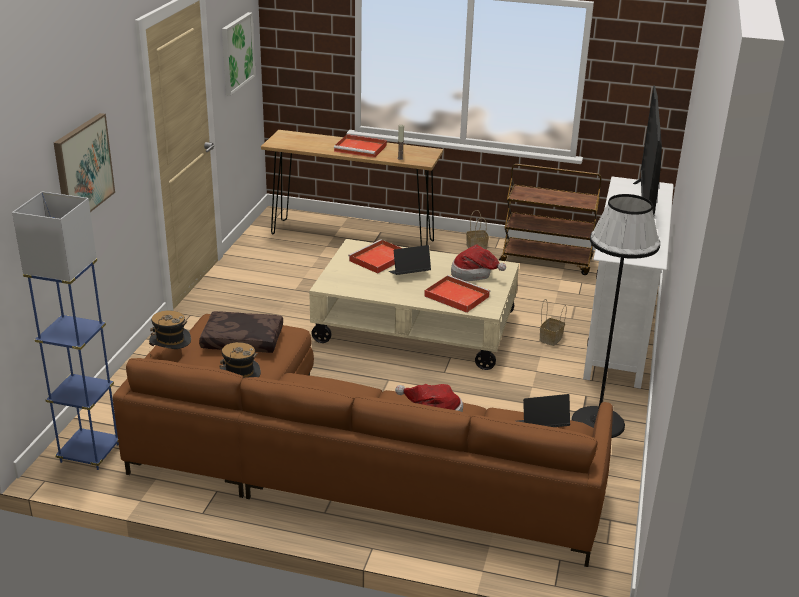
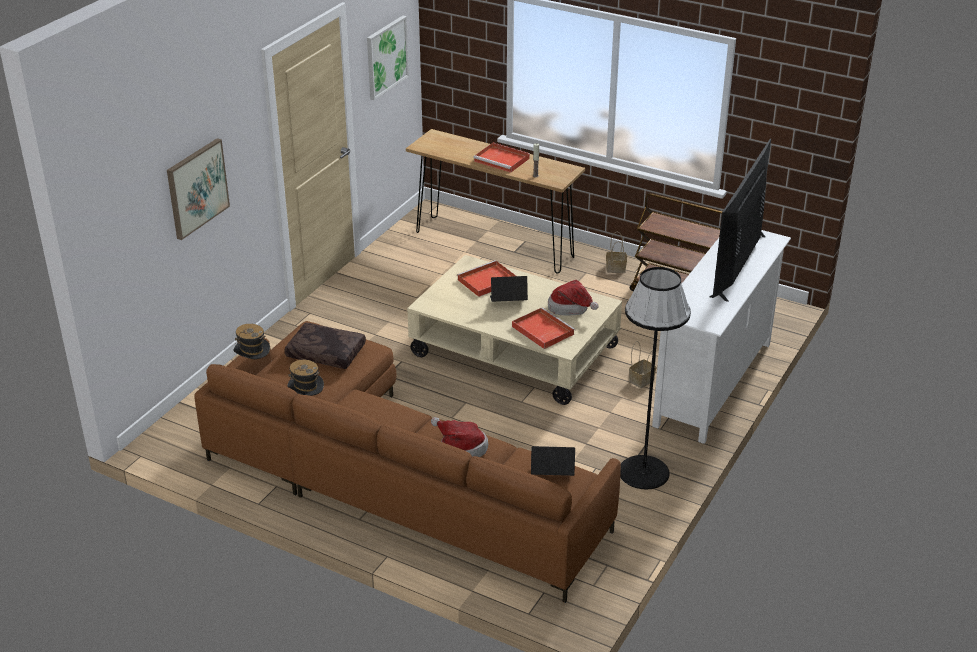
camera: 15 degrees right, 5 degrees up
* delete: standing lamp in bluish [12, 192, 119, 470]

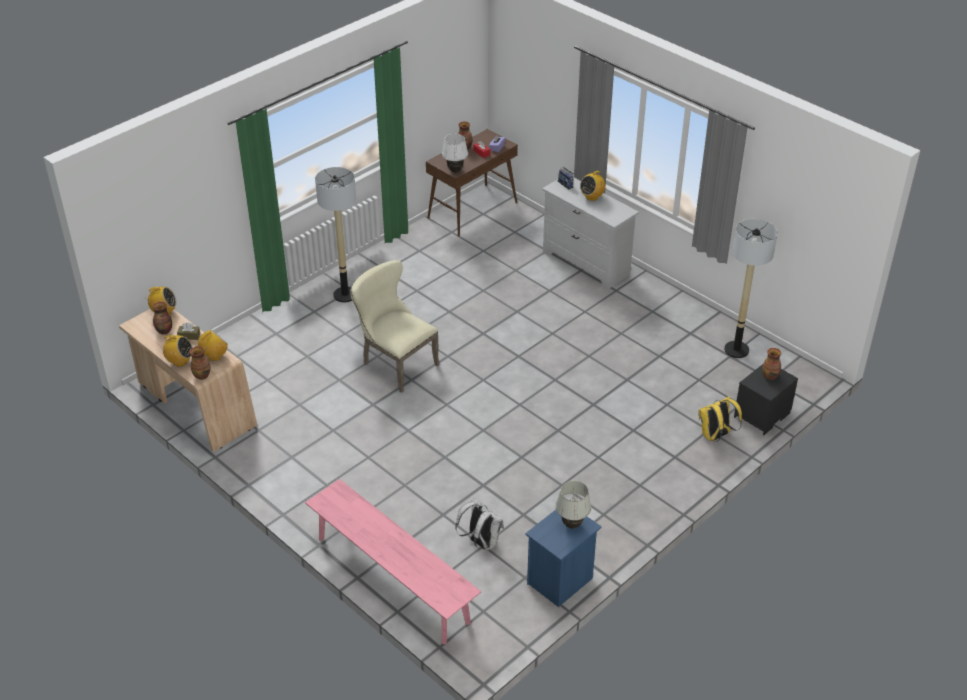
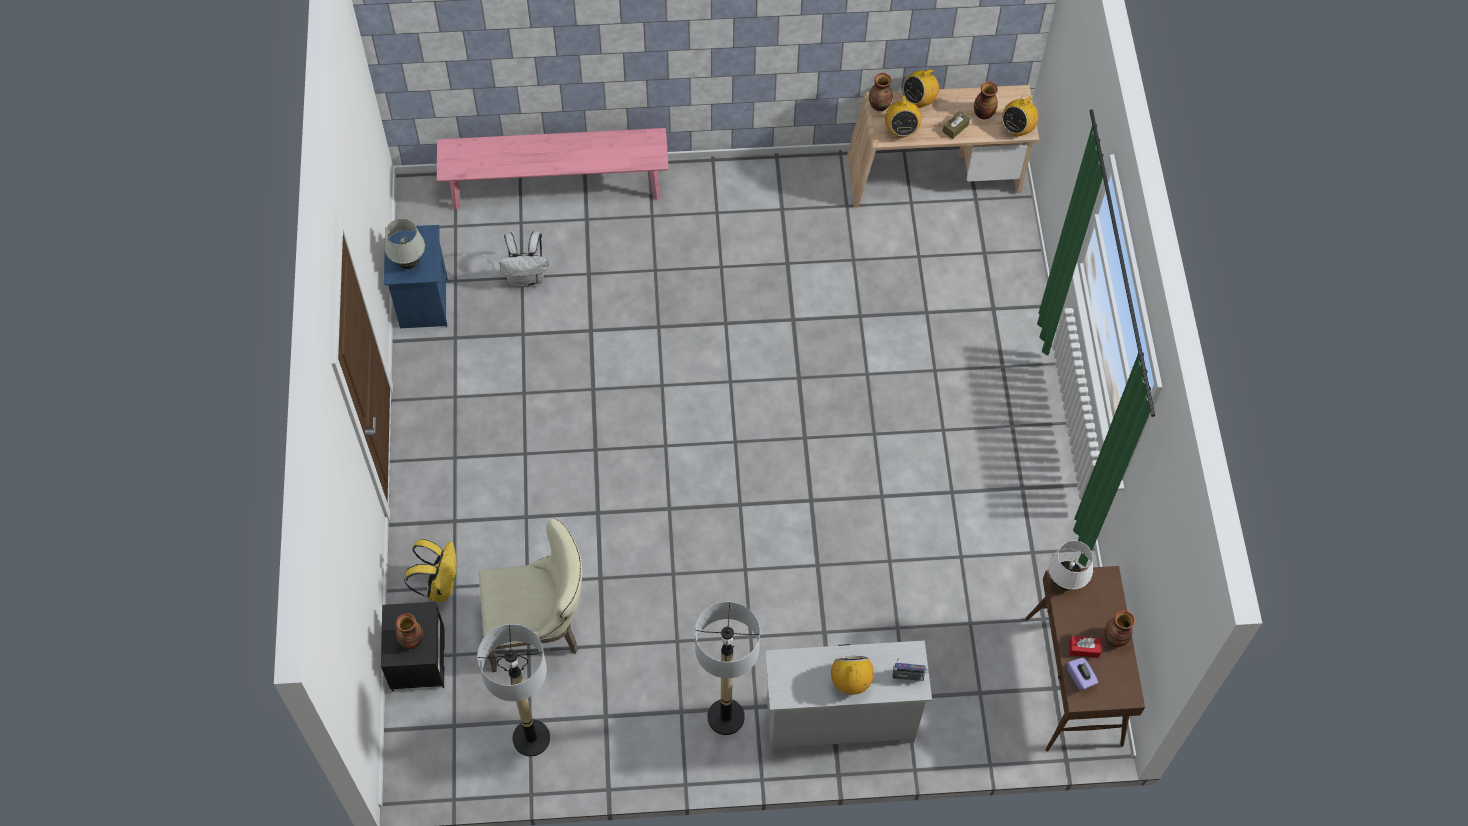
camera: 130 degrees right, 20 degrees up
* move: standing lamp [315, 167, 356, 302] to [695, 602, 760, 735]
* move: plain chair in beige [350, 260, 439, 393] to [478, 518, 582, 672]

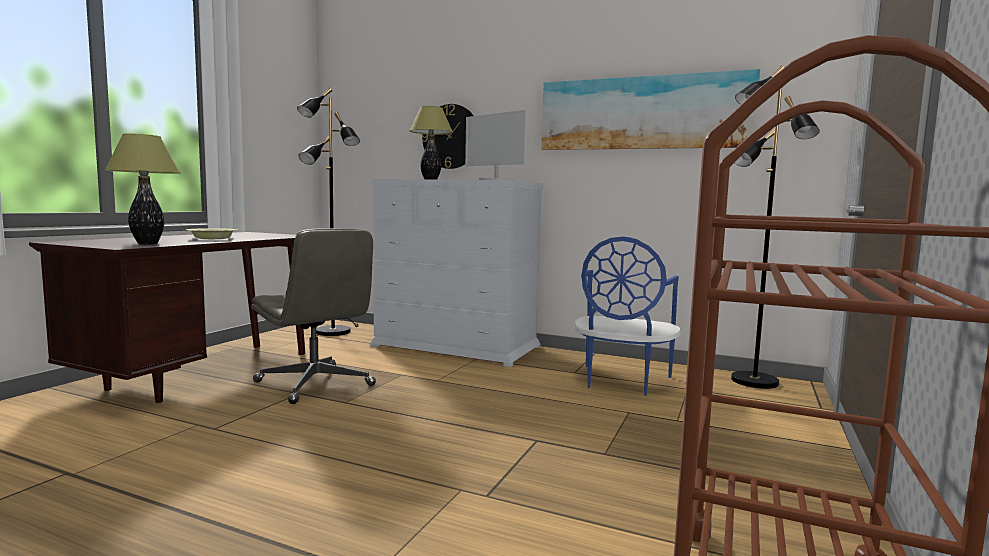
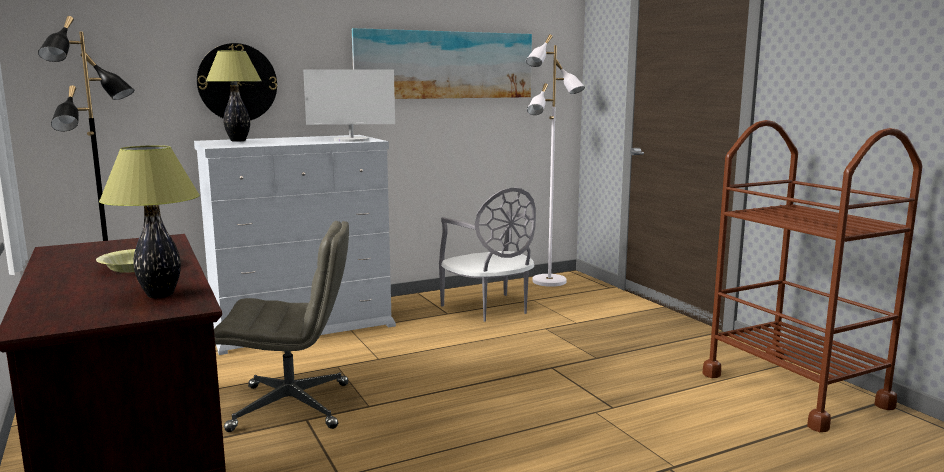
camera: 50 degrees left, 5 degrees up
* recolor: plain chair in bluish [573, 237, 681, 396] to plain chair in greyish [439, 188, 536, 322]
* recolor: standing lamp in black [731, 65, 820, 389] to standing lamp in white-coloured [526, 34, 585, 287]

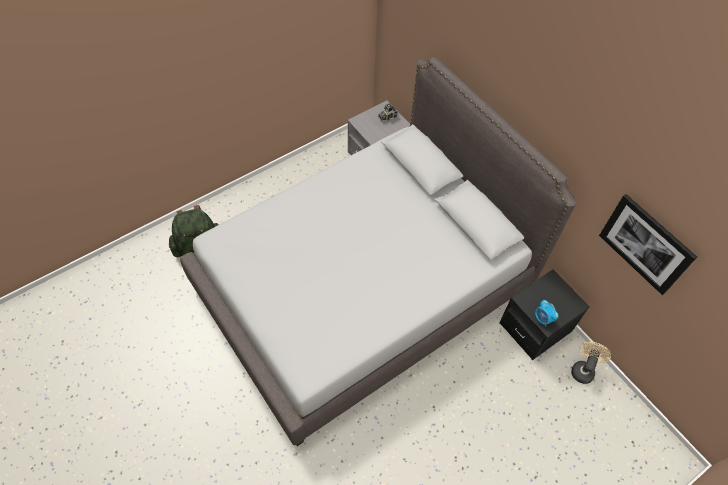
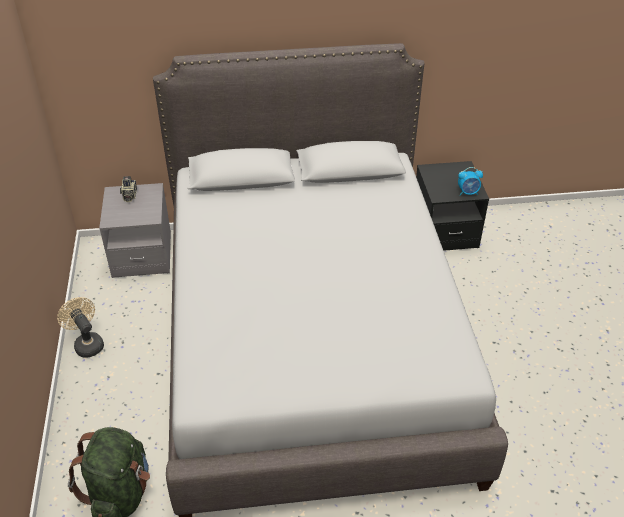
camera: 60 degrees left, 15 degrees down
* move: electric fan in beige [571, 342, 611, 384] to [57, 297, 104, 358]
* delete: picture [599, 194, 697, 295]

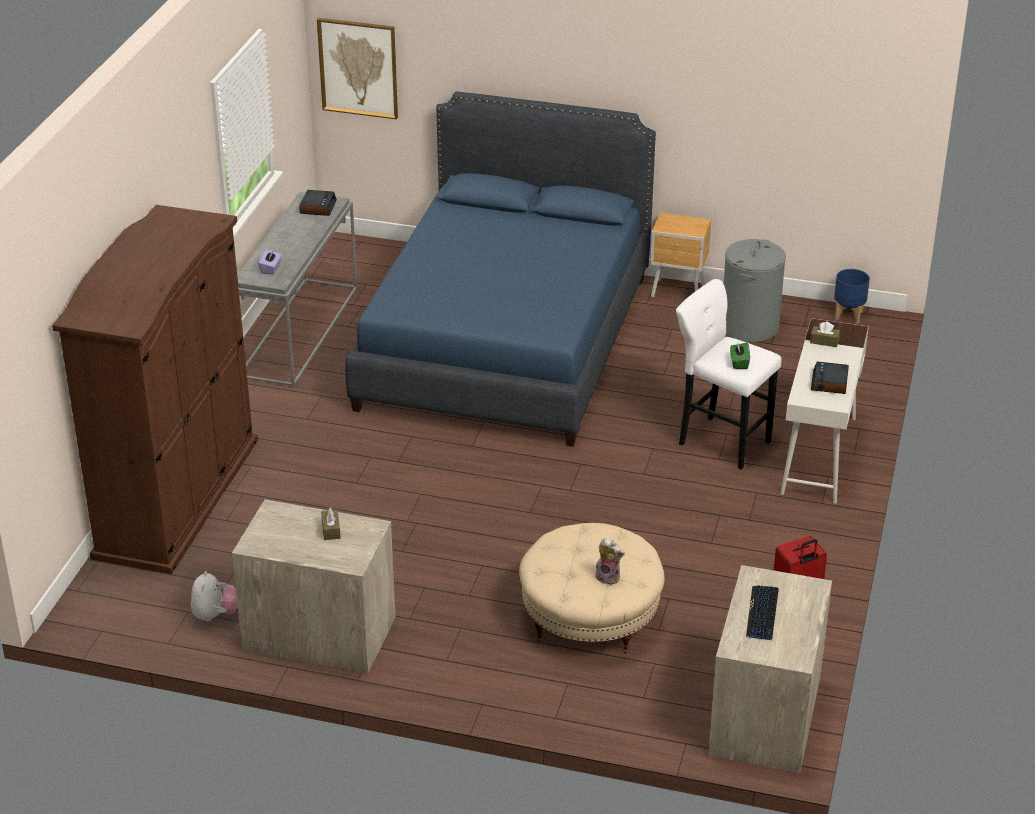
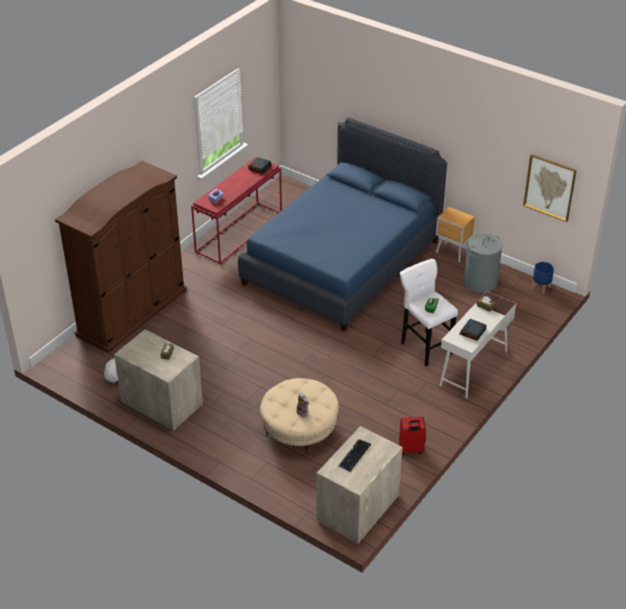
camera: 20 degrees right, 5 degrees up
* recolor: hall table in greyish [237, 192, 358, 388] to hall table in reddish [191, 157, 282, 264]
* move: picture [317, 18, 398, 119] to [523, 154, 577, 222]

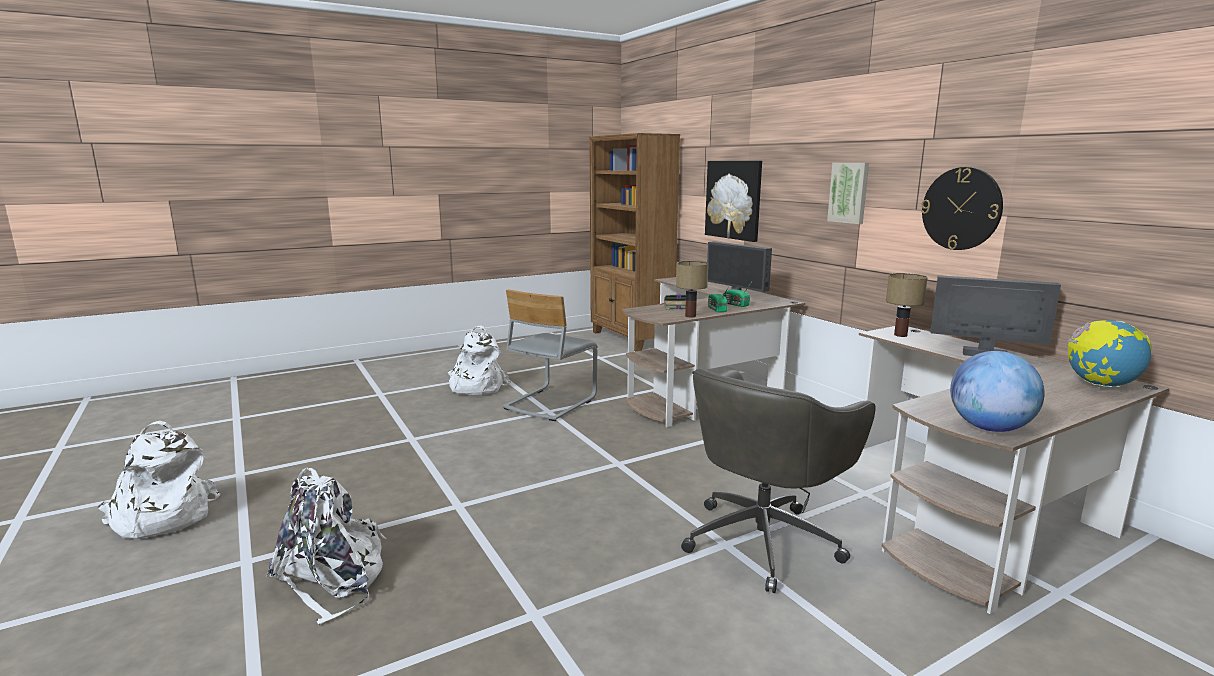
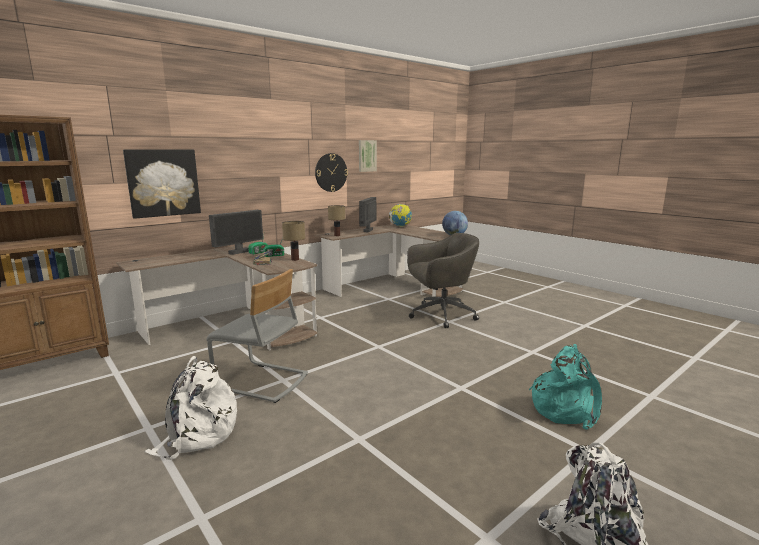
camera: 100 degrees left, 0 degrees up
* recolor: knapsack in white-coloured [267, 468, 386, 624] to knapsack in turquoise [529, 344, 602, 430]
* rotate: desk chair in greyish [681, 369, 876, 593] = [407, 233, 479, 328] 45 degrees counterclockwise
* move: picture [827, 163, 869, 224] to [359, 140, 377, 172]

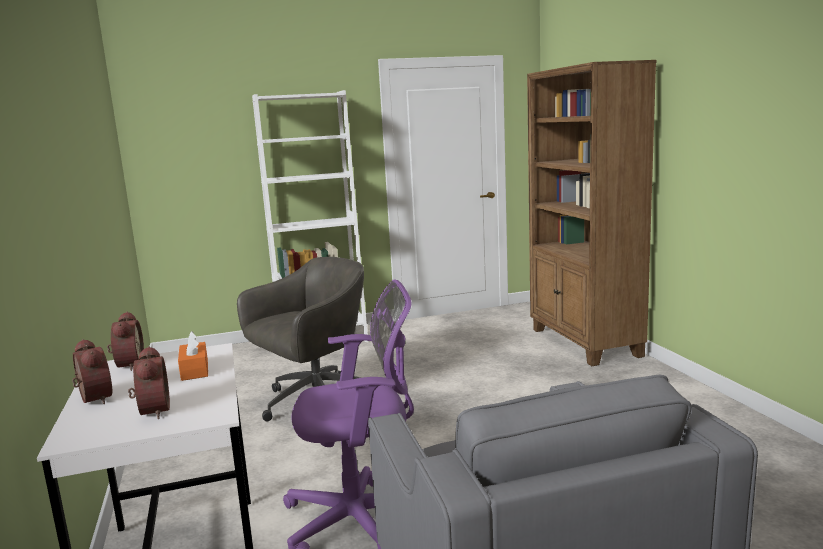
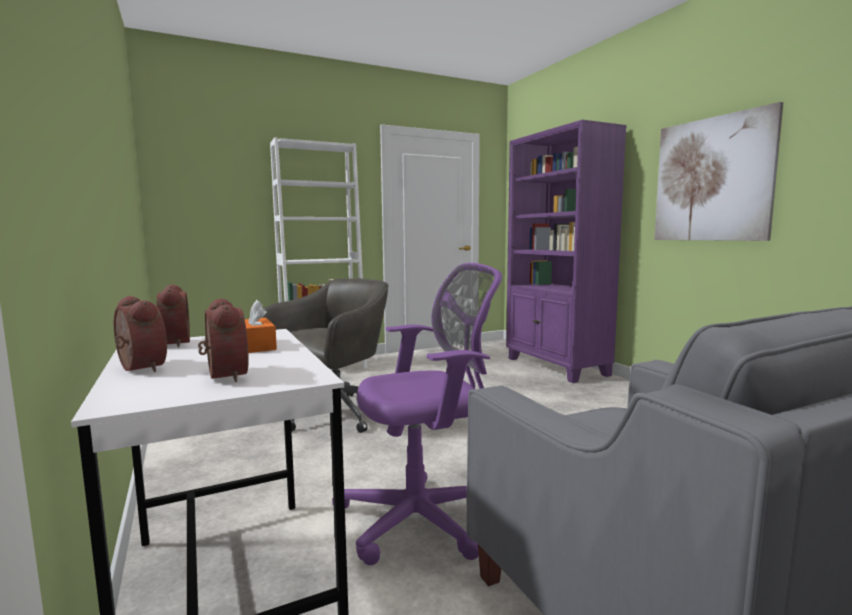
camera: 10 degrees left, 5 degrees down
* recolor: shelving unit in brown-coloured [527, 60, 657, 366] to shelving unit in purple-coloured [506, 120, 627, 383]
* insert: picture [654, 102, 783, 241]

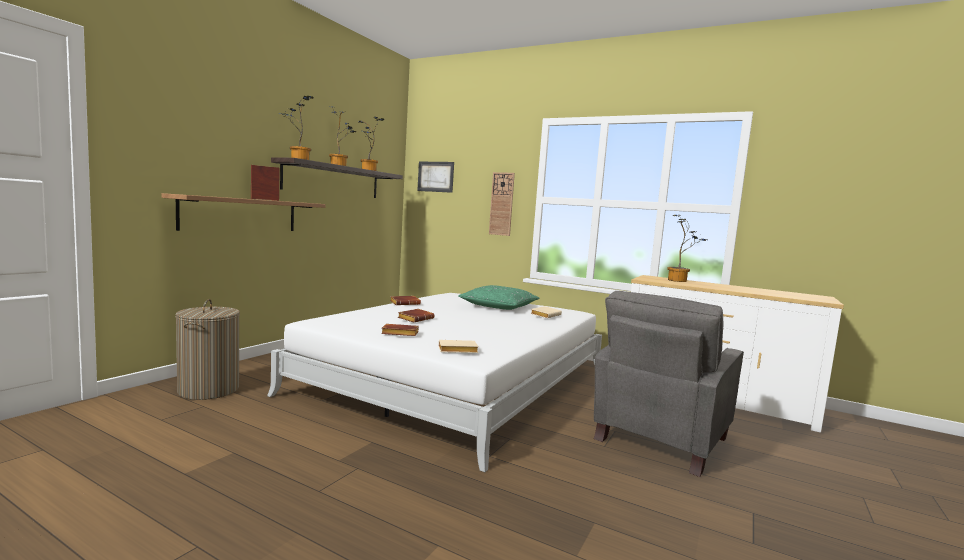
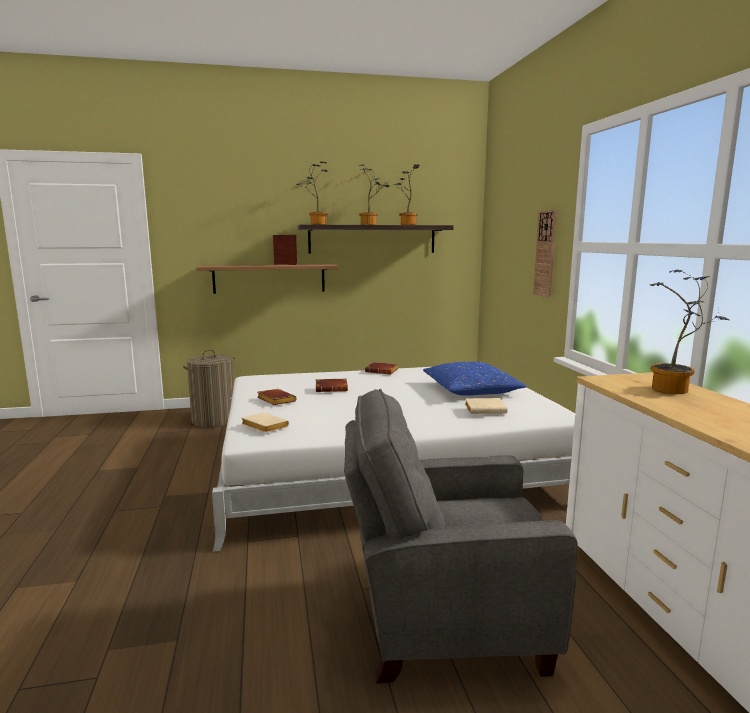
camera: 50 degrees right, 5 degrees up
* delete: picture [417, 162, 454, 193]
* recolor: cushion in greenish [458, 285, 540, 310] to cushion in bluish [423, 362, 527, 396]

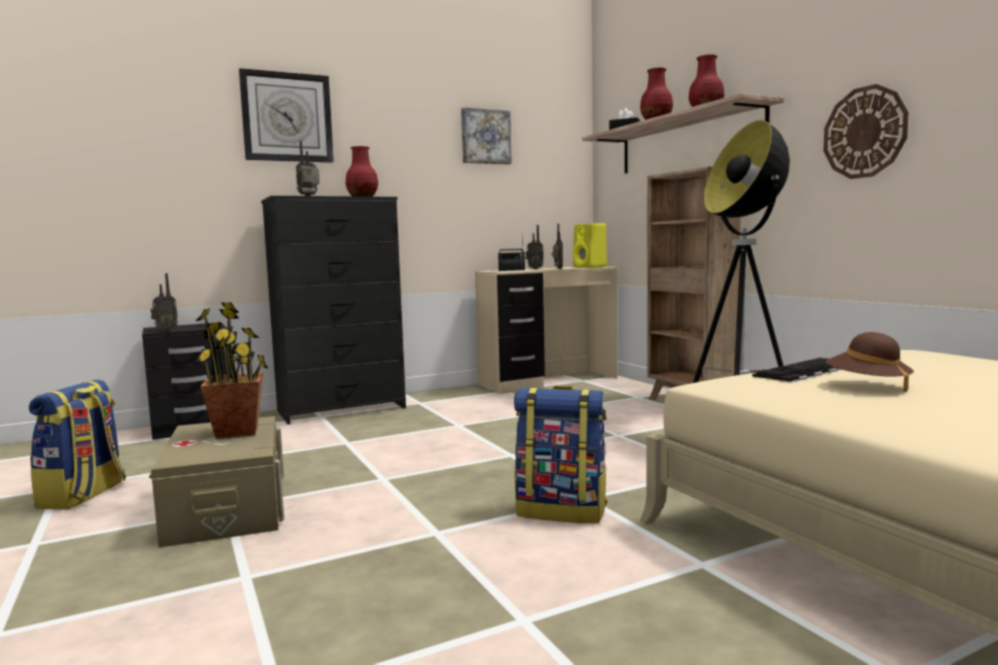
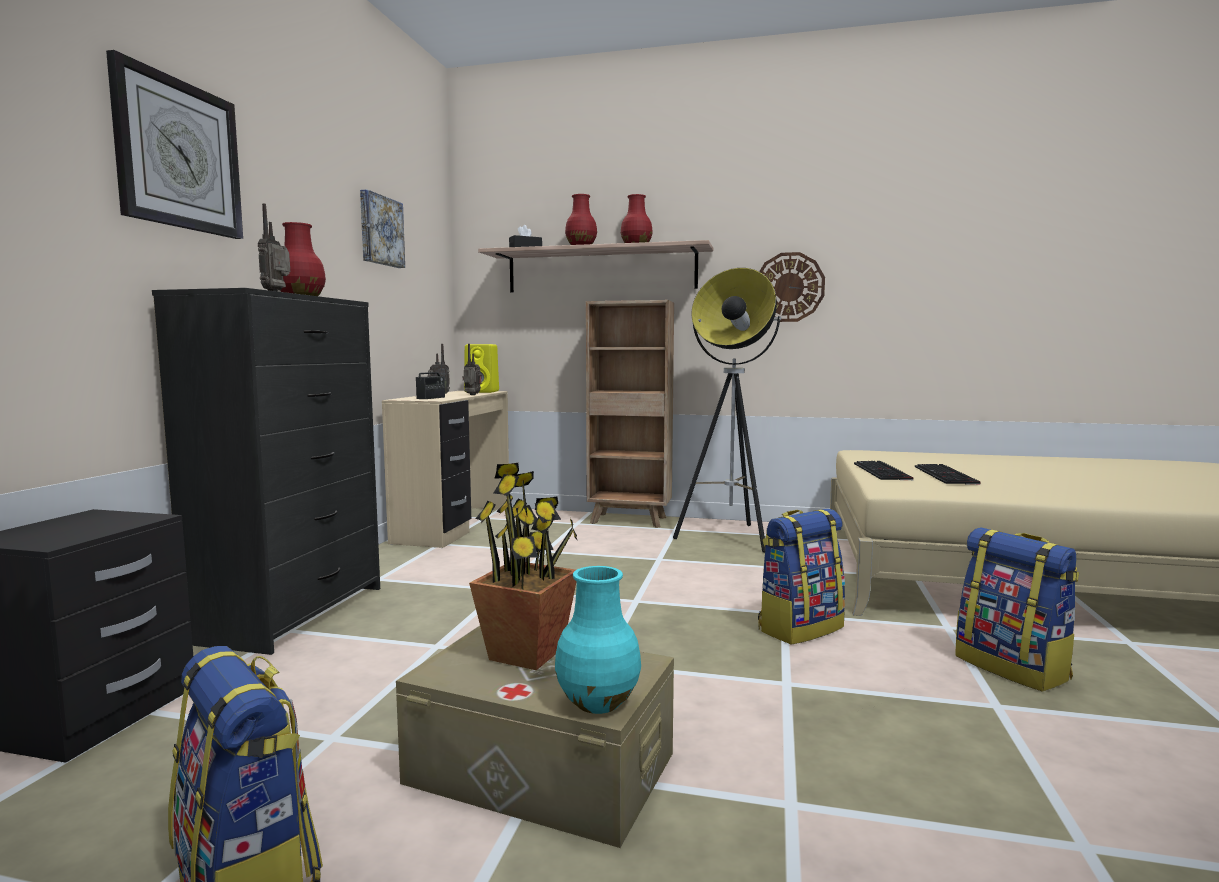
camera: 50 degrees left, 0 degrees up
* delete: radio set [150, 273, 178, 331]
* replace: wearable hat in brown-coloured [826, 332, 914, 392] to PC keyboard [915, 464, 981, 485]
* insert: vase in turquoise [555, 566, 641, 714]
* insert: knapsack [955, 527, 1079, 692]

